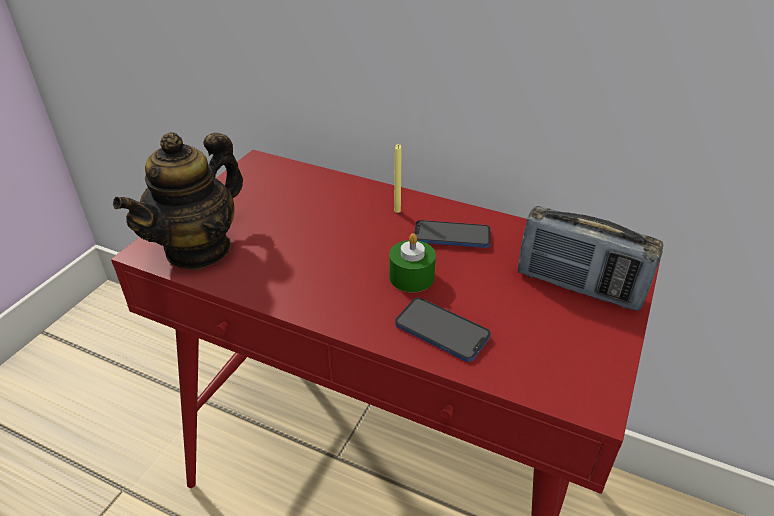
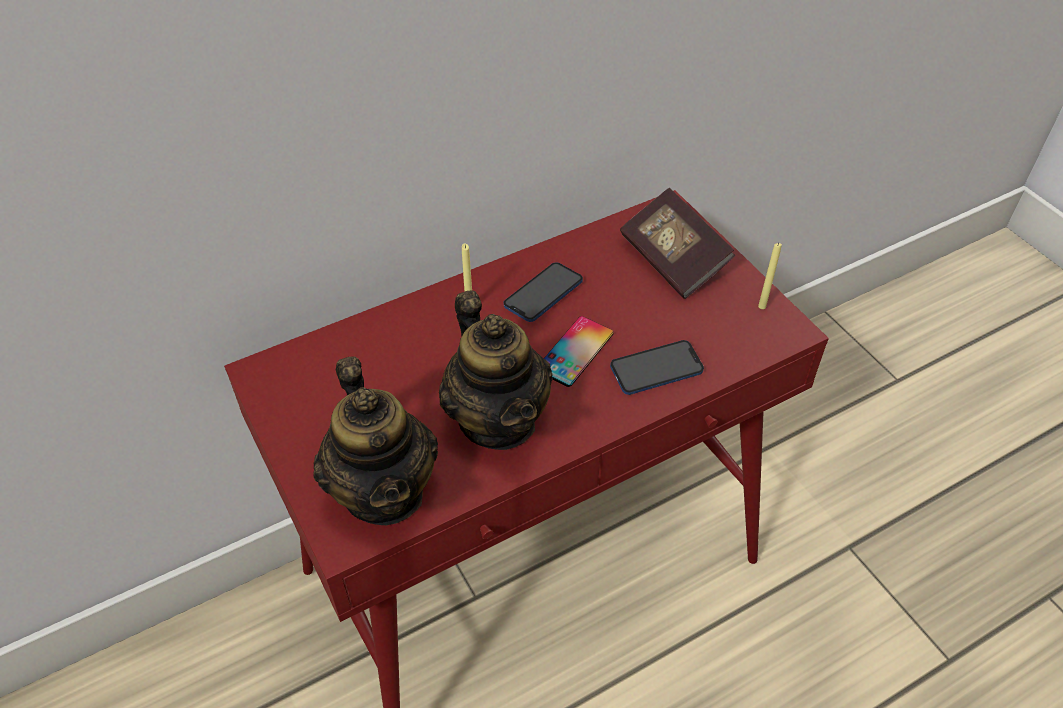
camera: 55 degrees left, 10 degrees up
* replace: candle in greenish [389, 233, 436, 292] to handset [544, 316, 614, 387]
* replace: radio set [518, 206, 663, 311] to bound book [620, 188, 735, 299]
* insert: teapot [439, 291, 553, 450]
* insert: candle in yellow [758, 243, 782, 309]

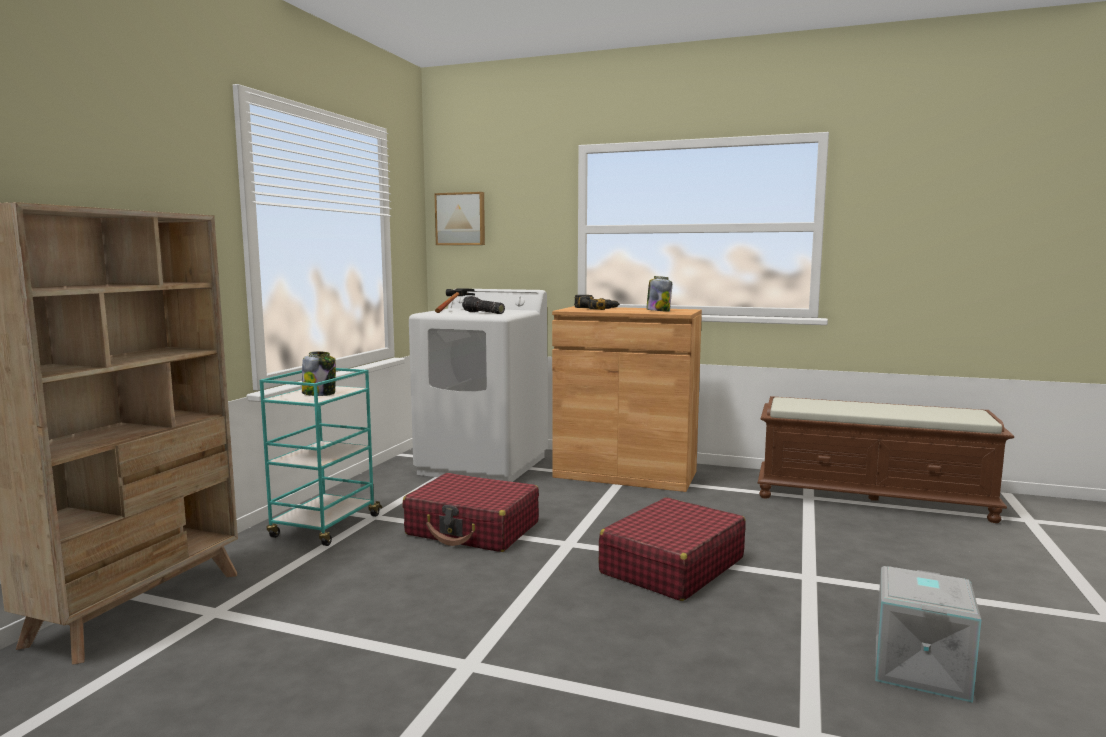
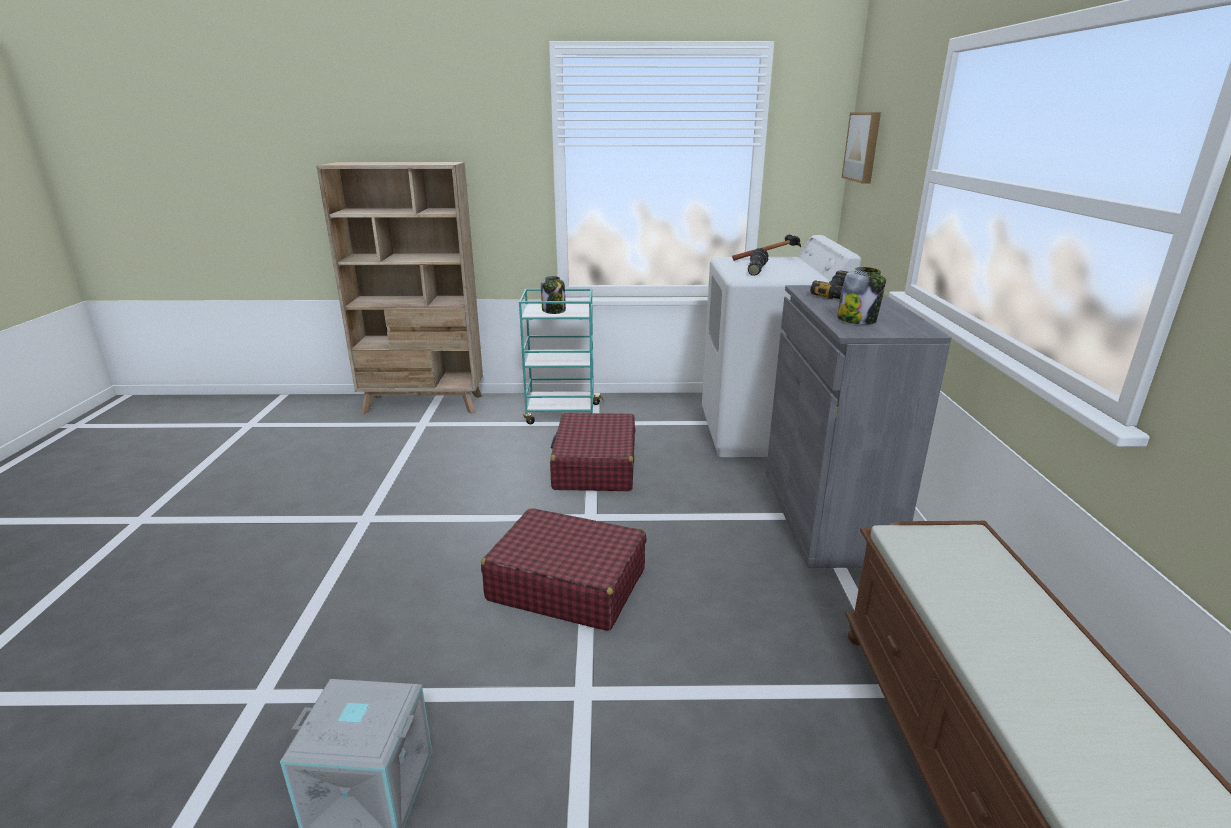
camera: 70 degrees right, 15 degrees up
* recolor: storage cabinet in brown-coloured [552, 306, 702, 492] to storage cabinet in greyish [766, 285, 951, 568]

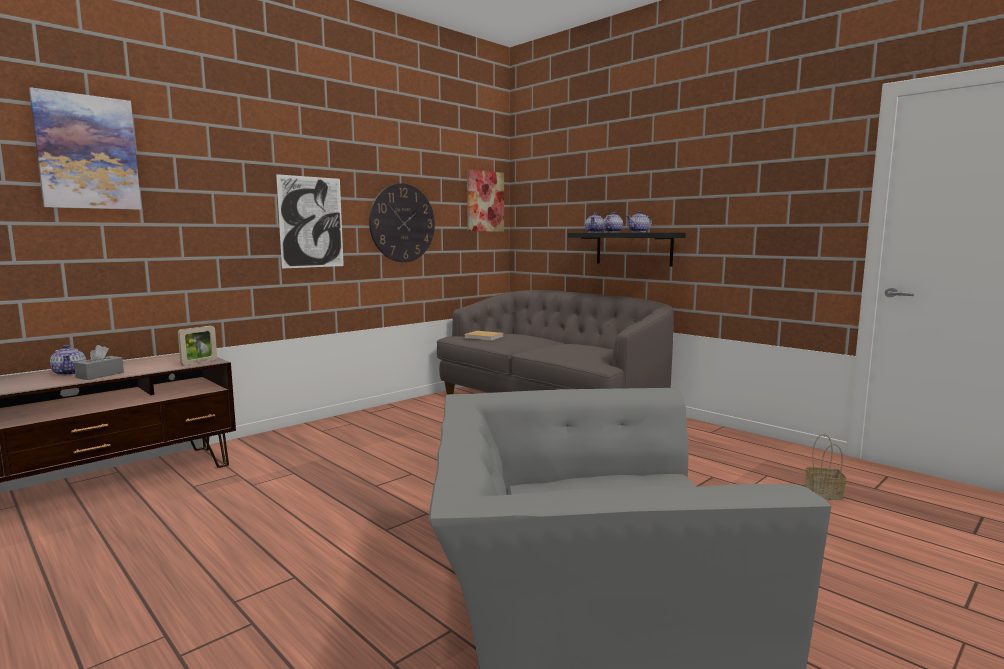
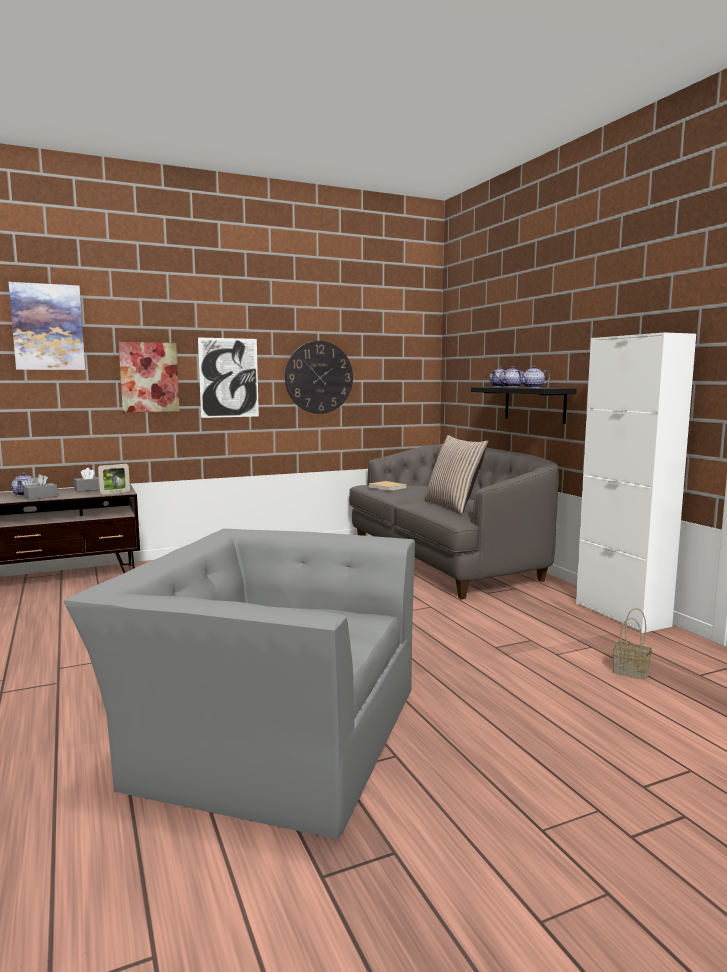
camera: 20 degrees right, 0 degrees up
* move: picture [467, 169, 504, 232] to [118, 342, 179, 412]
* insert: box of tissues in greyish [74, 468, 99, 492]
* insert: cushion [424, 435, 489, 514]
* insert: storage cabinet in white-coloured [576, 332, 696, 633]

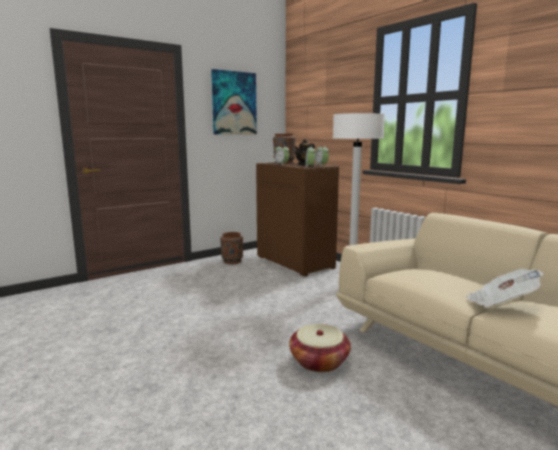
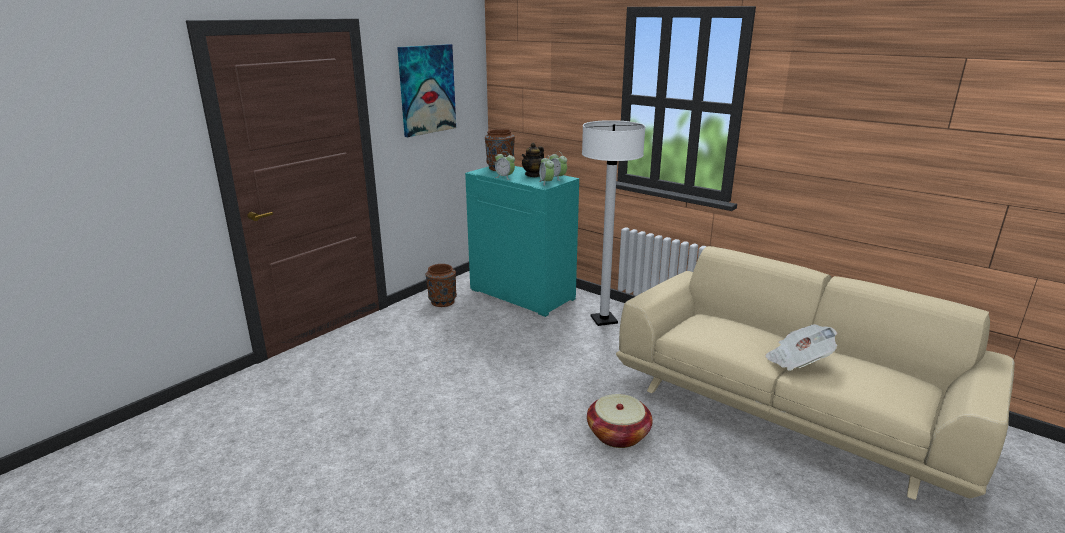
camera: 15 degrees left, 10 degrees up
* recolor: storage cabinet in brown-coloured [256, 162, 339, 277] to storage cabinet in turquoise [465, 166, 579, 317]

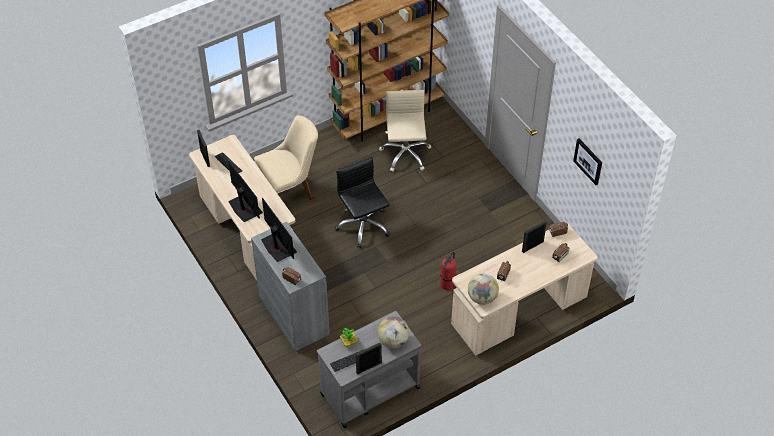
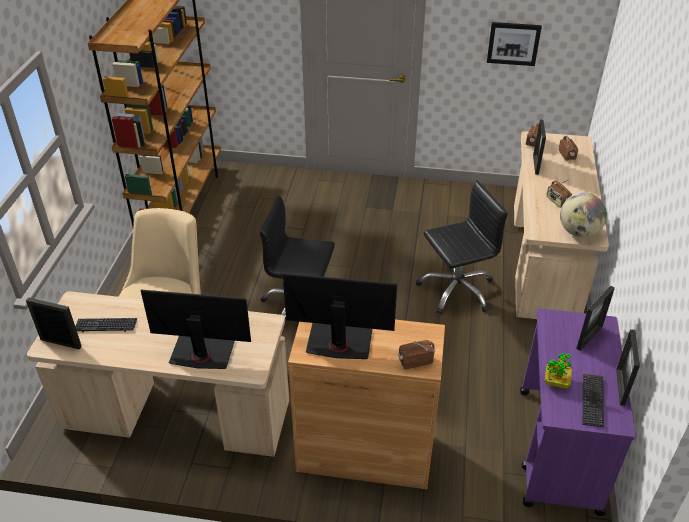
camera: 50 degrees left, 10 degrees down
* recolor: storage cabinet in greyish [251, 222, 330, 351] to storage cabinet in brown-coloured [288, 319, 445, 489]
* recolor: trolley in greyish [317, 311, 421, 428] to trolley in purple-coloured [520, 309, 636, 516]
* replace: desk globe [377, 316, 409, 348] to photo frame [576, 286, 615, 351]
* delete: desk chair in beige [379, 90, 431, 172]
* replace: extinguisher [440, 252, 457, 290] to desk chair in black [416, 180, 508, 315]

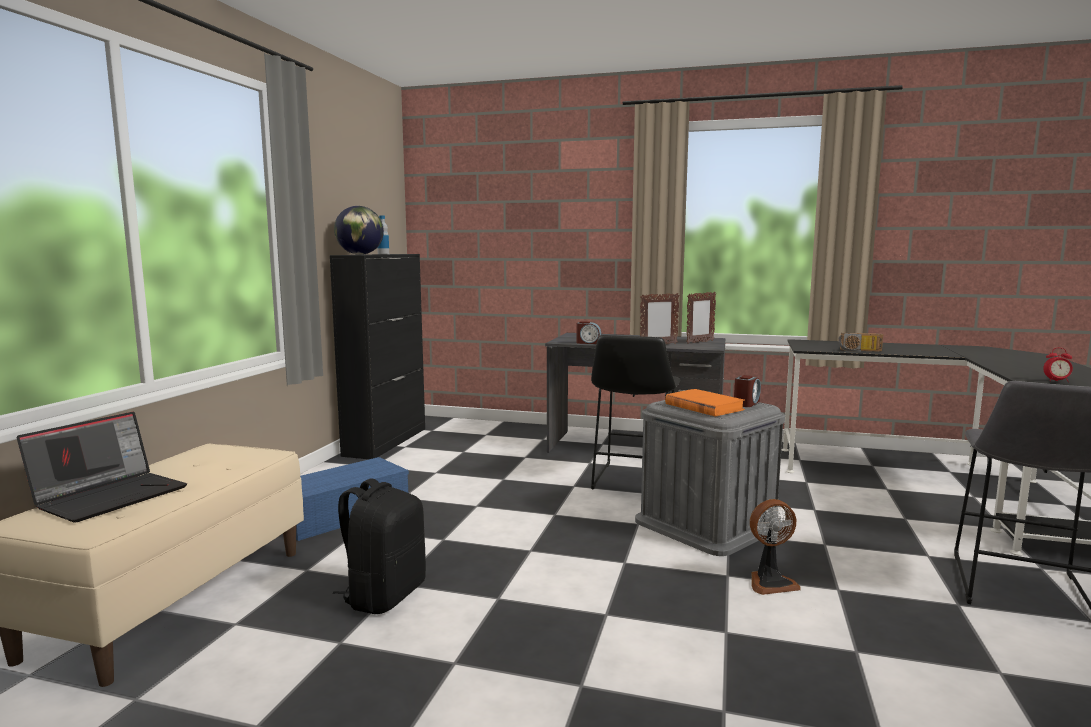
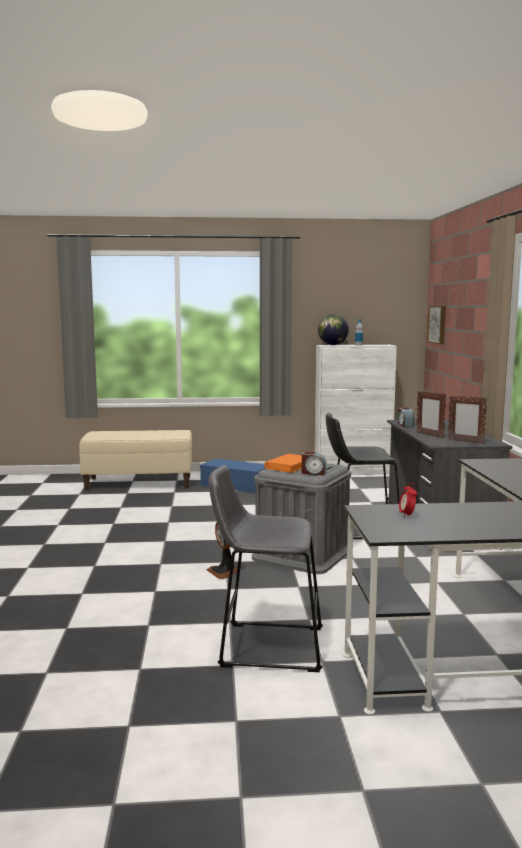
camera: 70 degrees right, 0 degrees up
* delete: portable computer [17, 412, 187, 522]
* recolor: storage cabinet in black [330, 254, 425, 459] to storage cabinet in white-coloured [315, 345, 397, 475]
* delete: knapsack in black [333, 478, 426, 614]
* delete: radio set [838, 333, 883, 352]
* insert: picture [427, 306, 446, 344]

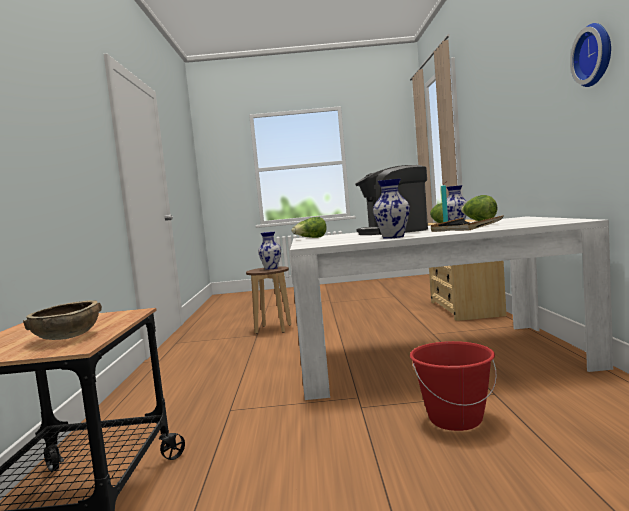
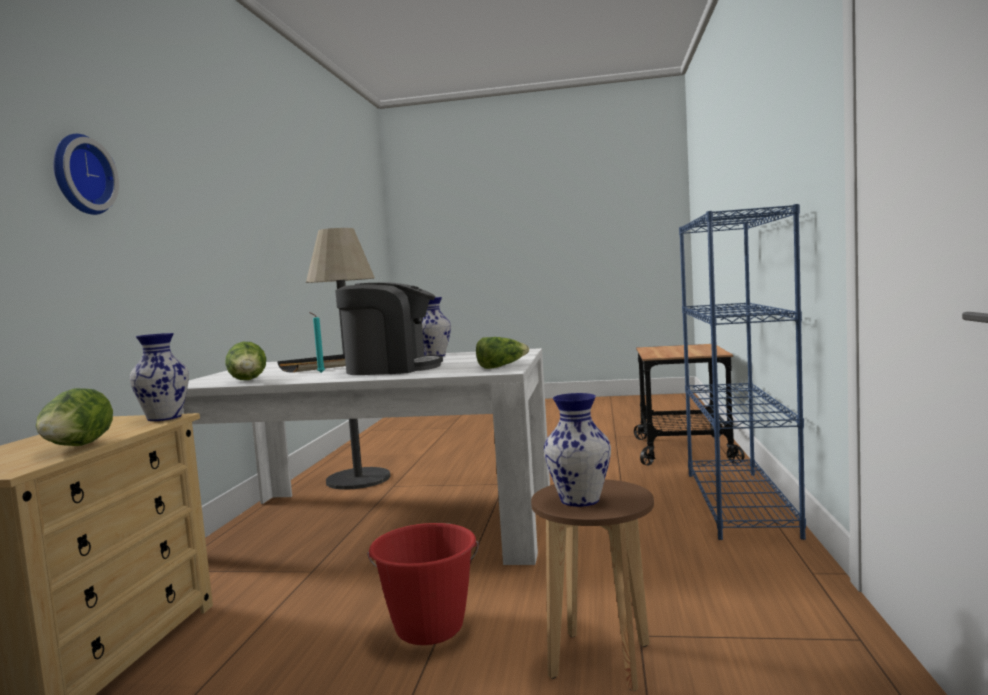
camera: 170 degrees left, 0 degrees up
* delete: deep dish in brown-coloured [23, 300, 102, 340]
* move: bucket in reddish [410, 341, 497, 431] to [367, 523, 479, 645]
* move: wall clock [570, 23, 611, 87] to [53, 134, 119, 215]
* insert: standing lamp [306, 228, 390, 490]
* insert: shelving unit in bluish [679, 204, 806, 540]

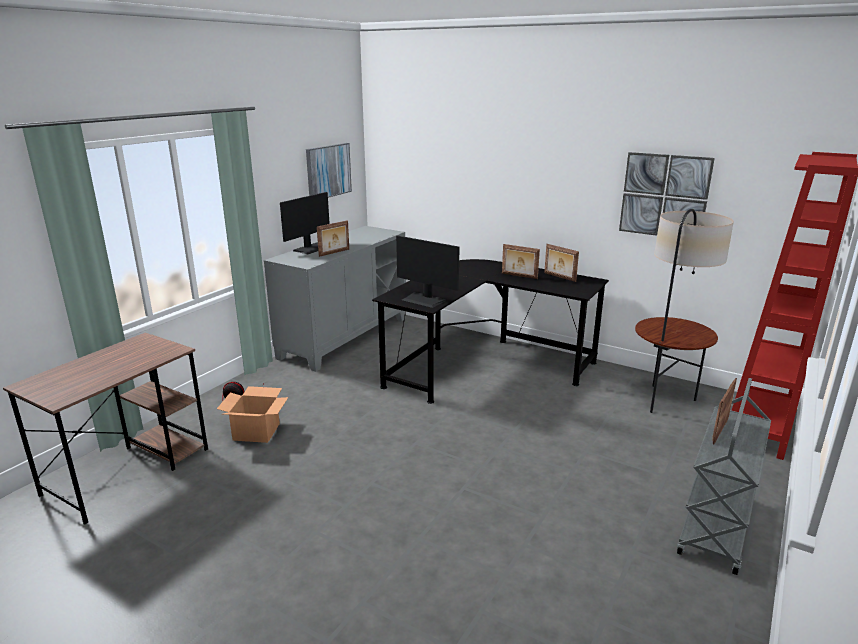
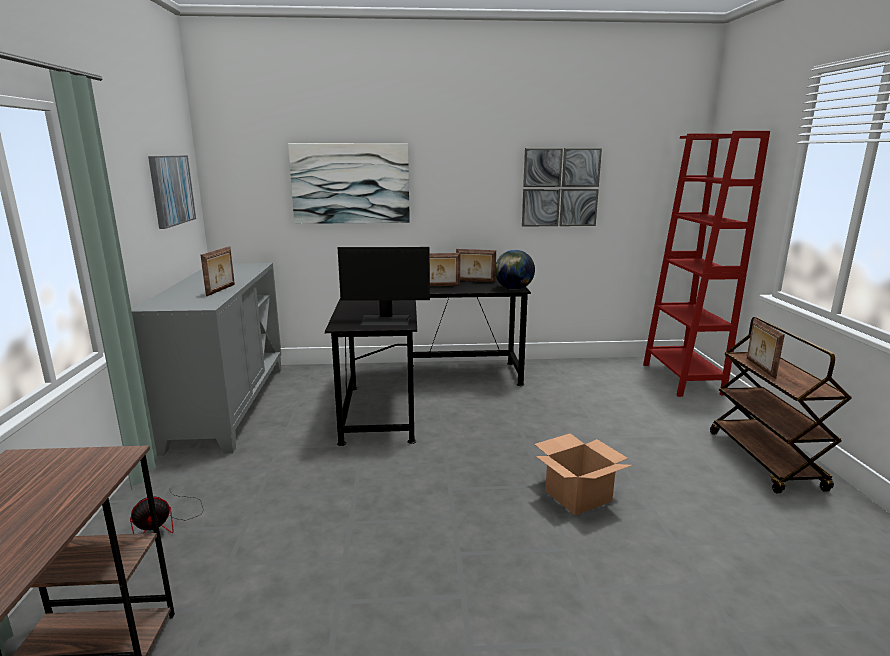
camera: 35 degrees left, 5 degrees down
* move: cardboard box [217, 386, 288, 443] to [534, 433, 632, 516]
* delete: computer display [280, 192, 330, 254]
* delete: standing lamp [635, 209, 734, 413]
* recolor: trolley in greyish [677, 378, 771, 575] to trolley in brown-coloured [710, 317, 852, 493]
* insert: picture [288, 143, 410, 224]
* insert: desk globe [495, 250, 535, 290]

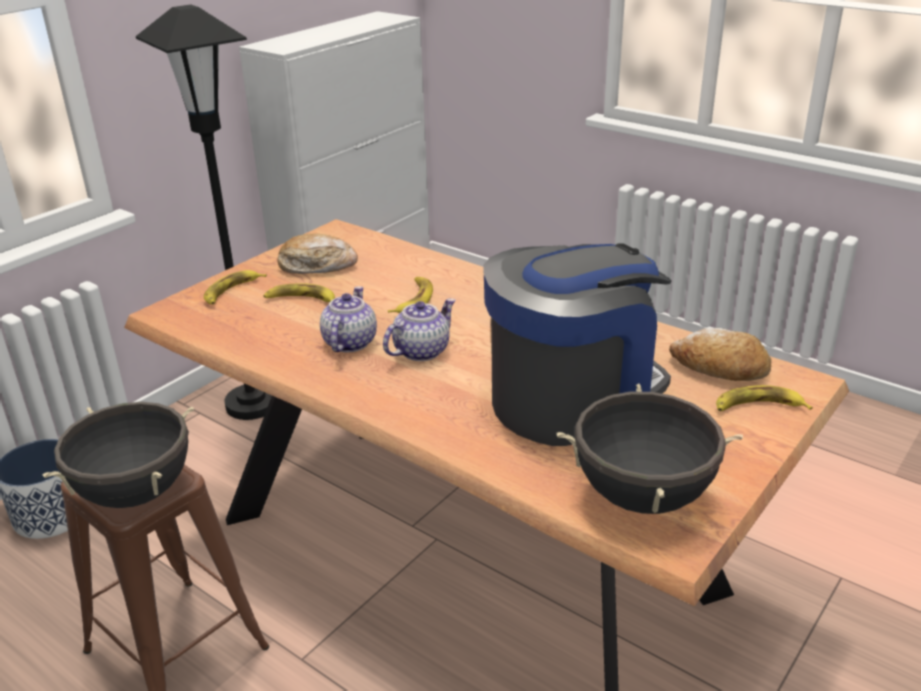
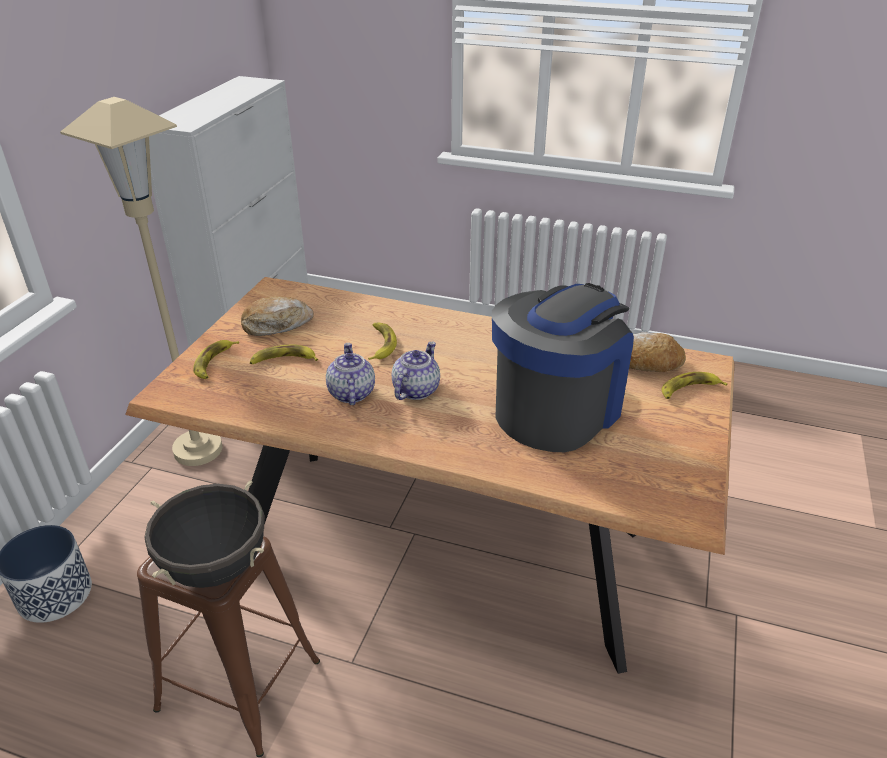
camera: 20 degrees left, 5 degrees up
* recolor: standing lamp in black [136, 5, 272, 420] to standing lamp in beige [60, 97, 222, 466]
* delete: saucepot in black [557, 384, 743, 514]

